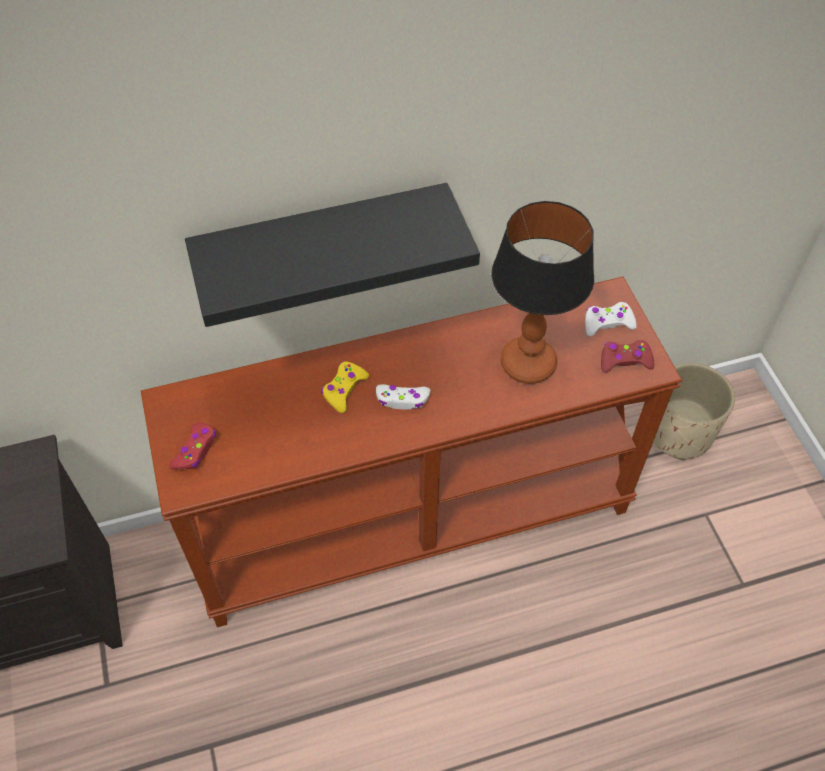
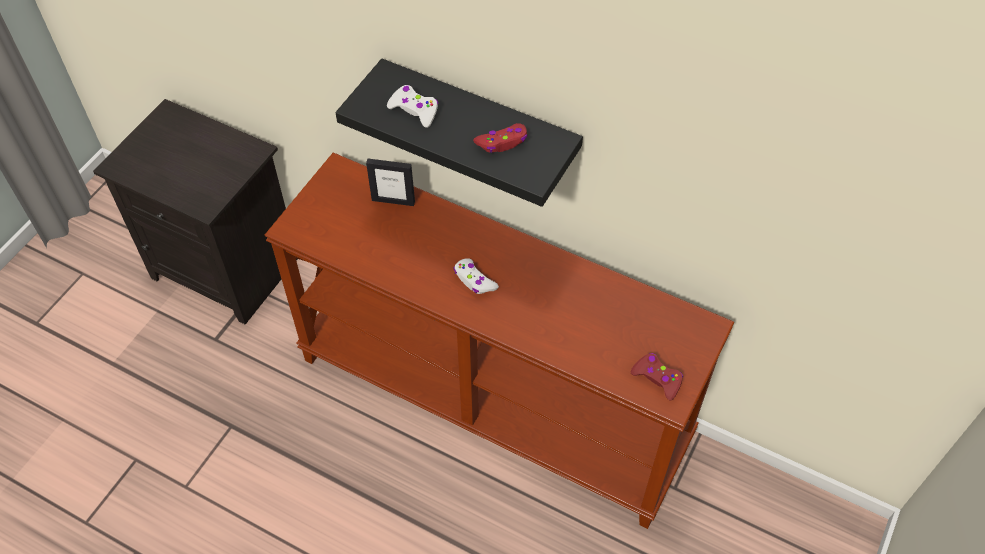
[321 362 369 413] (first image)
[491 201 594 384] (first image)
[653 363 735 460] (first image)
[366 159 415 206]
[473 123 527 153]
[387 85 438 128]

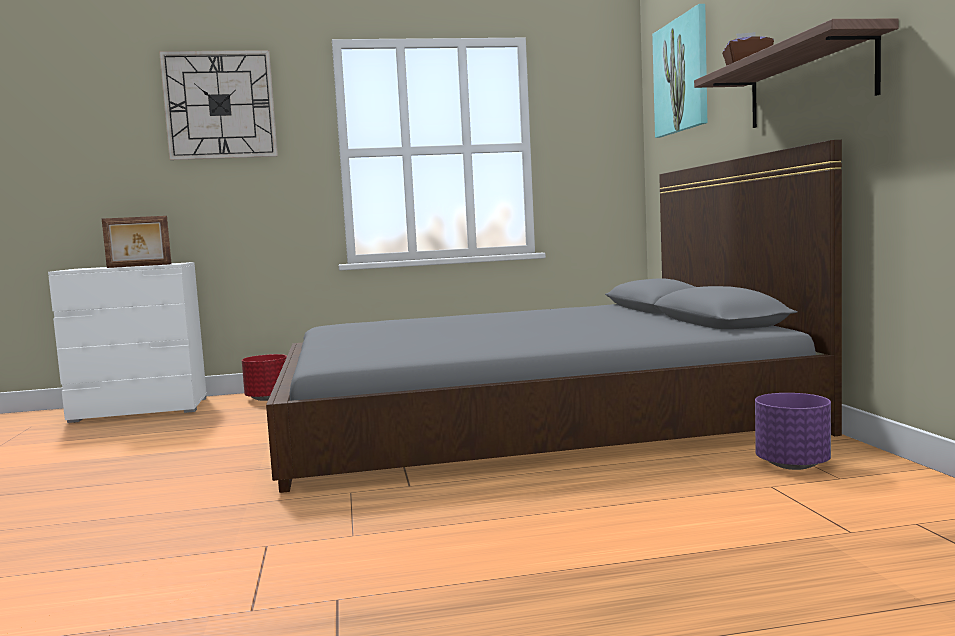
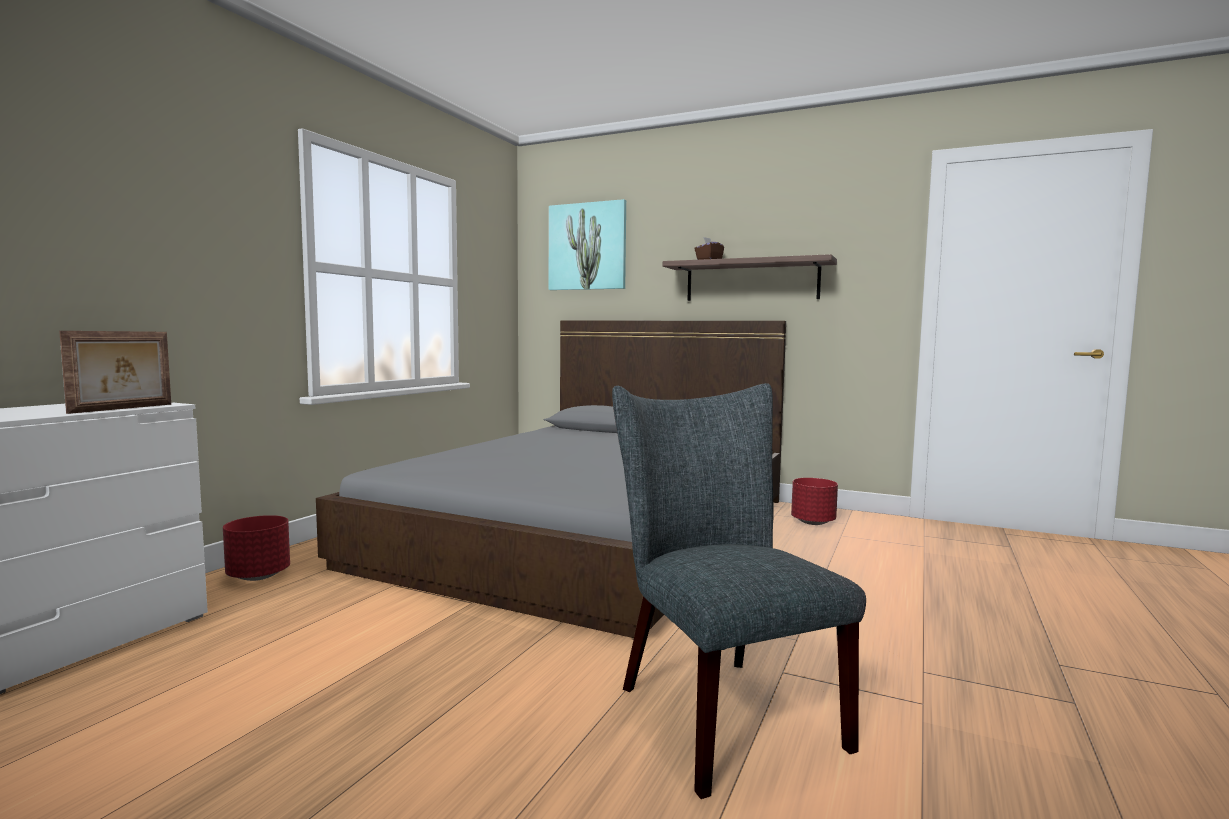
[159 50 278 160] (first image)
[612 383 866 799]
[791 478 838 525]

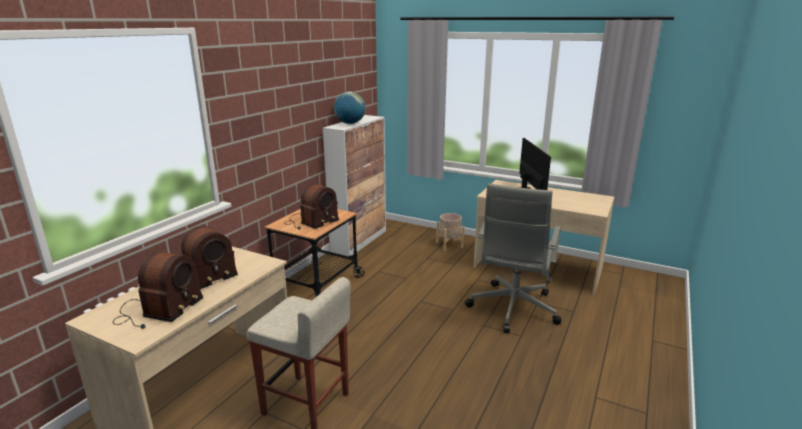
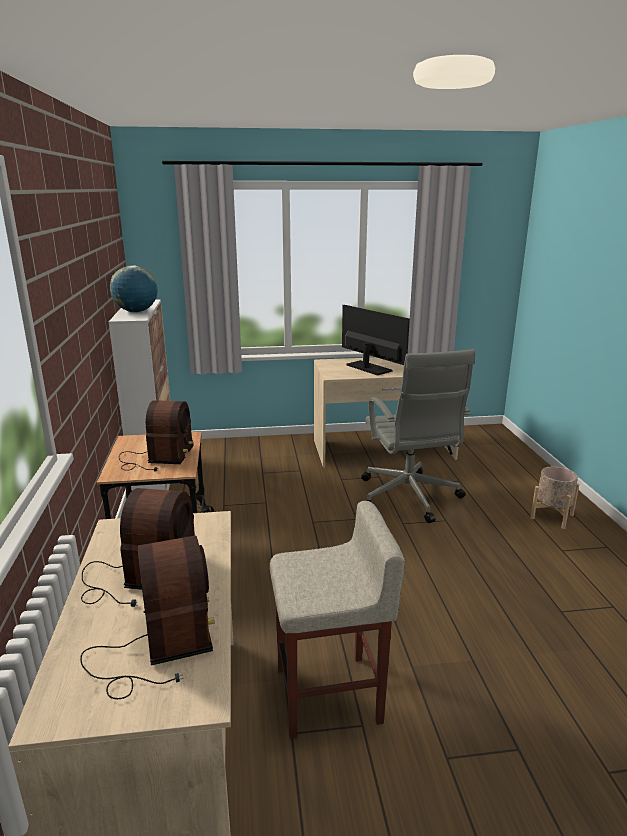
[530 467 579 529]

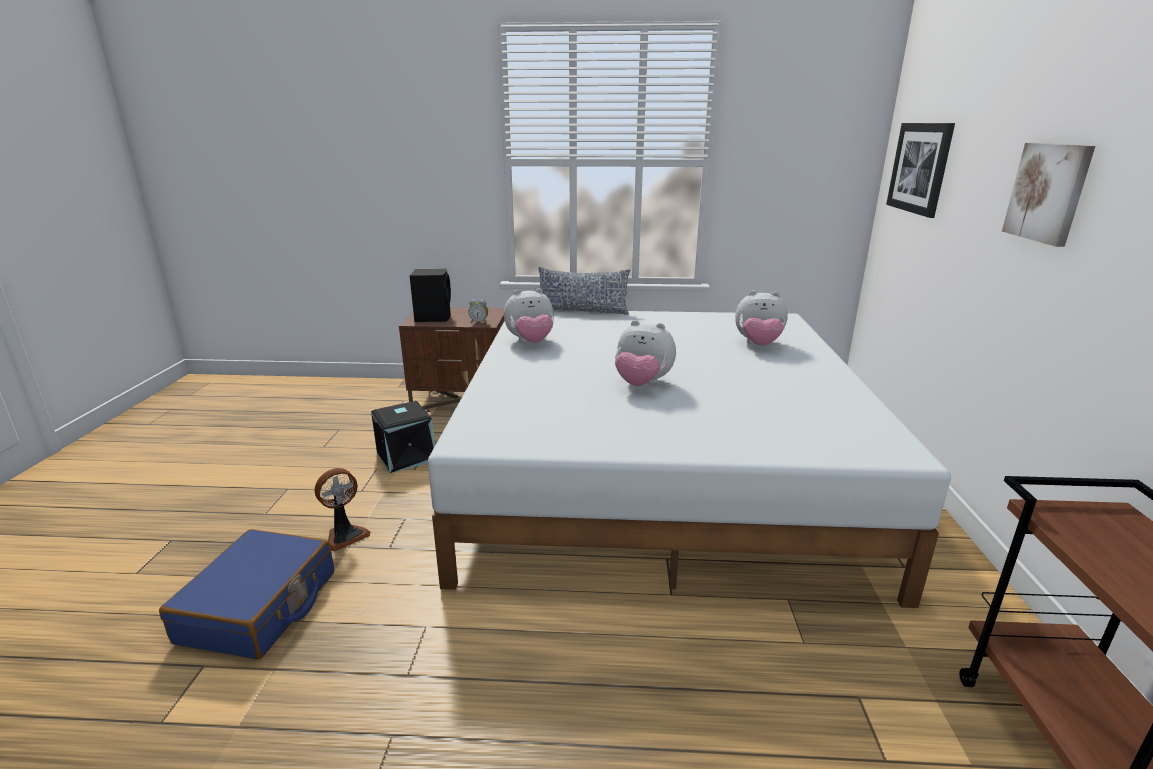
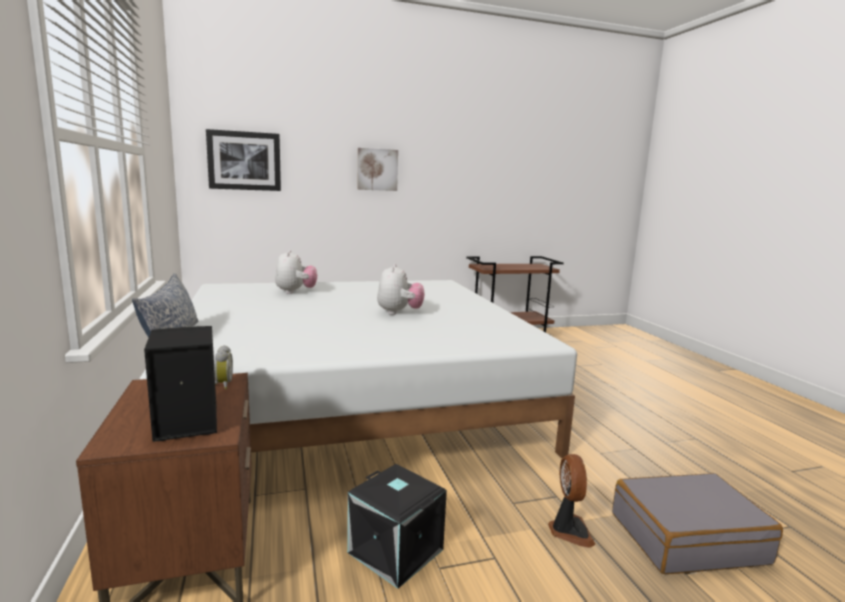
[504 288 554 343] (first image)
[612 473 783 574]
[548 454 596 548]

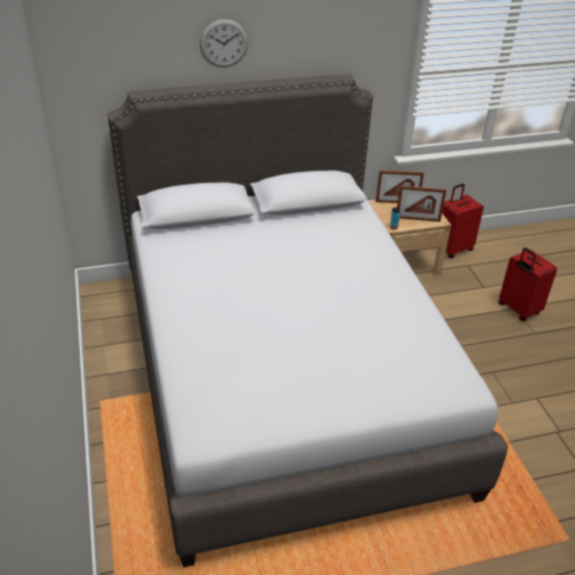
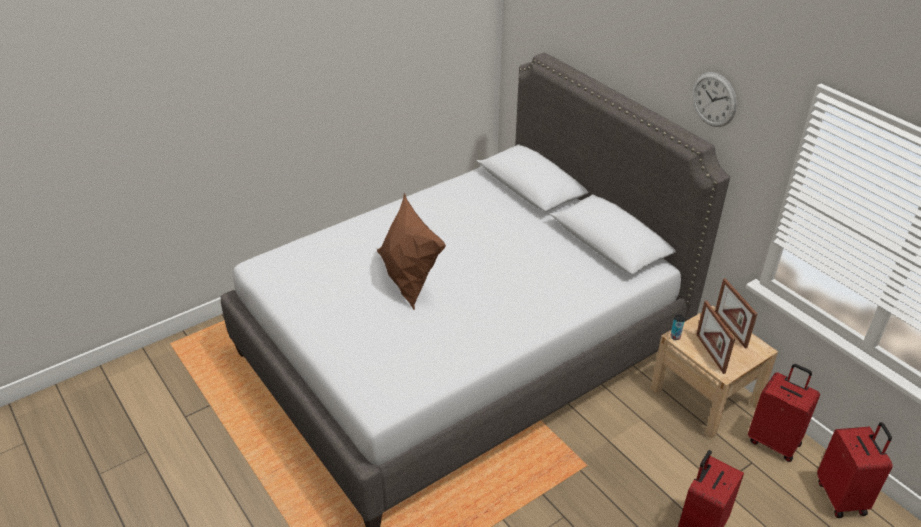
[377 193 446 310]
[817 422 893 518]
[692 72 737 127]

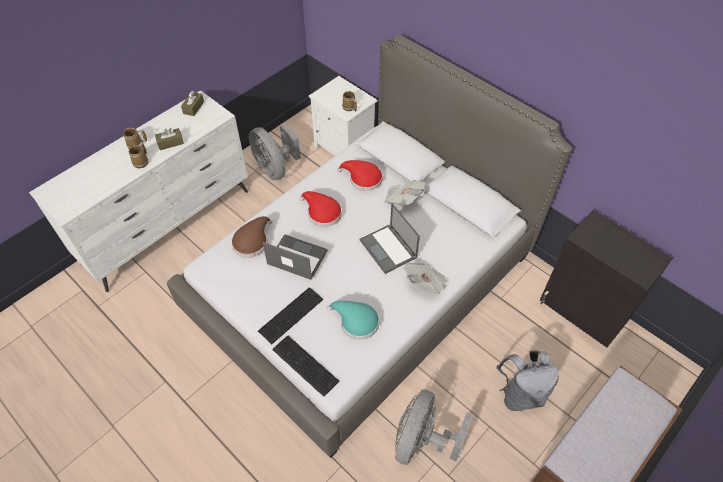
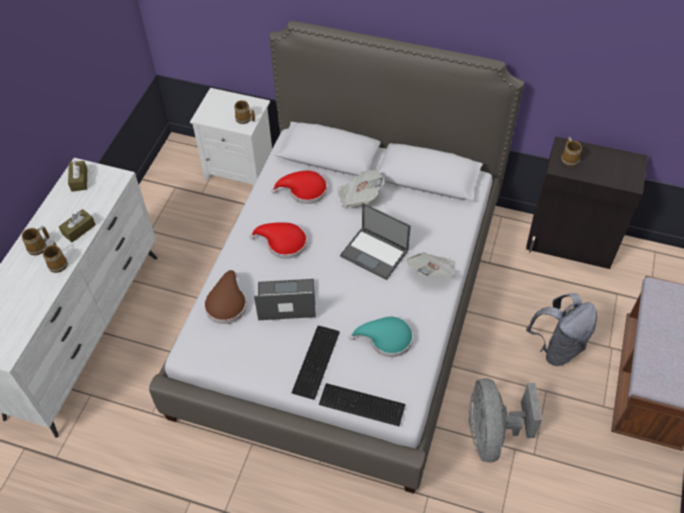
[249 123 301 180] (first image)
[561 137 582 167]

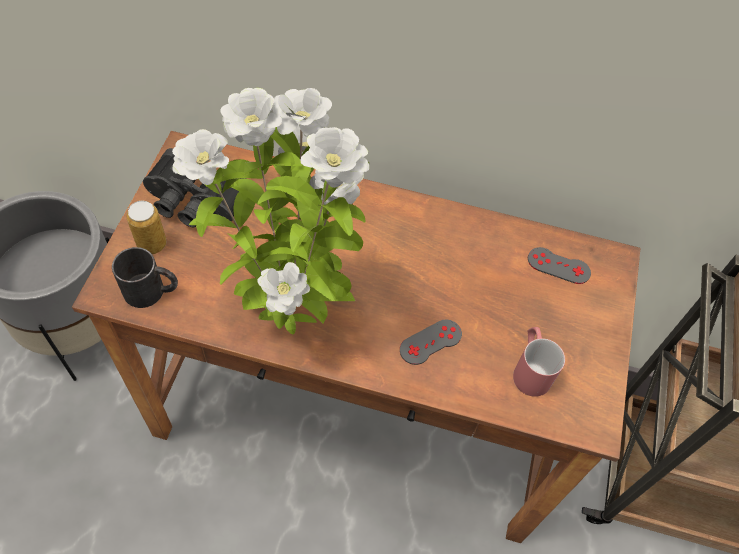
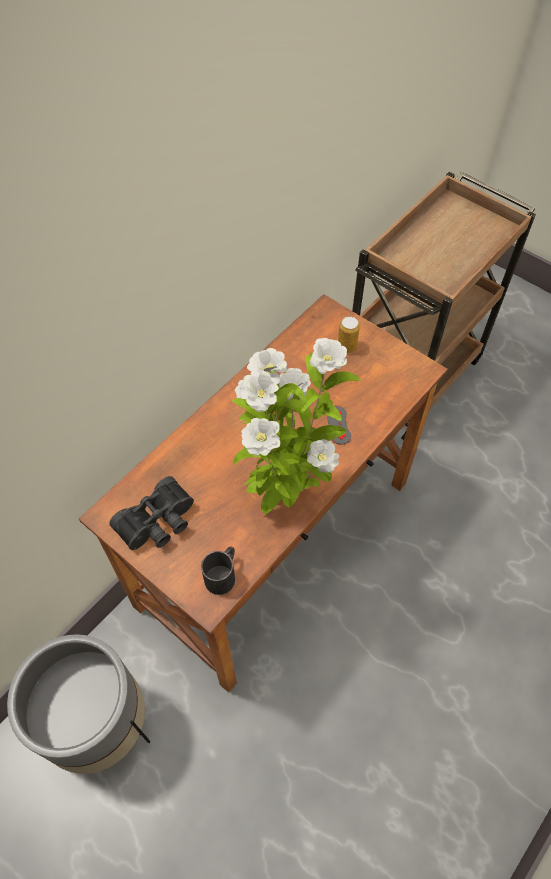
[513 327 565 397] (first image)
[528 247 591 284] (first image)
[338 316 360 353]

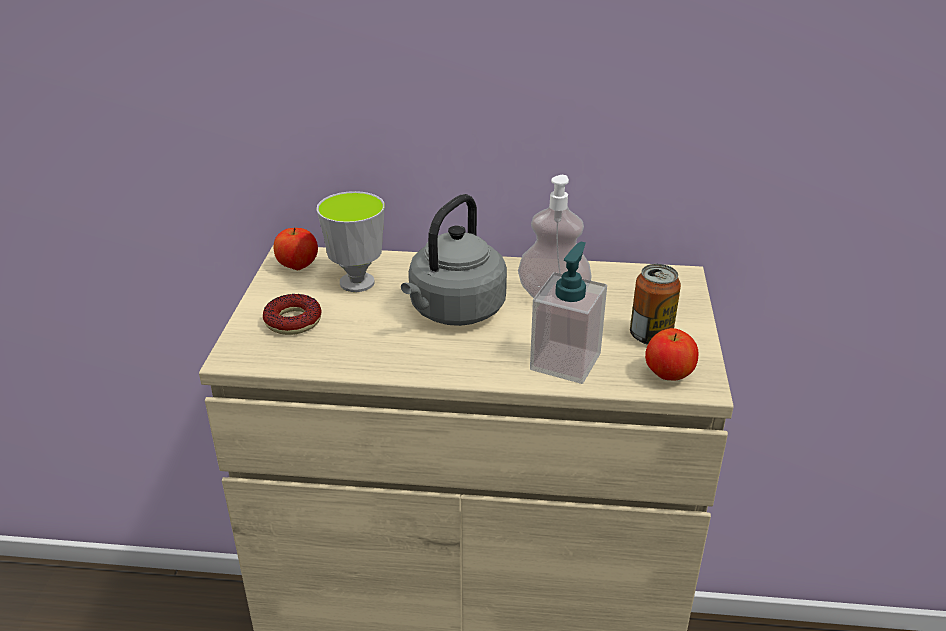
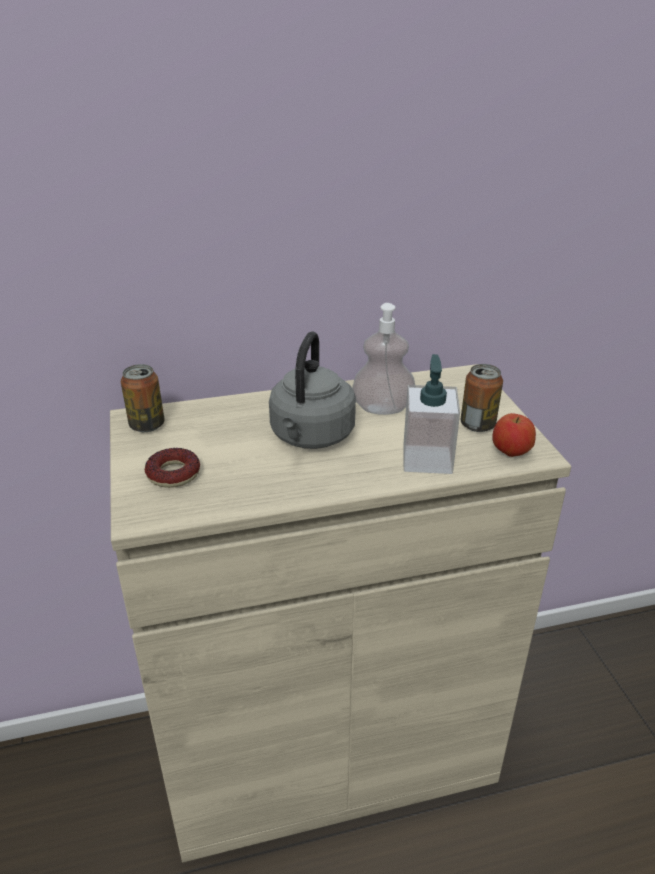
[316 191 385 292] (first image)
[121 364 165 432]

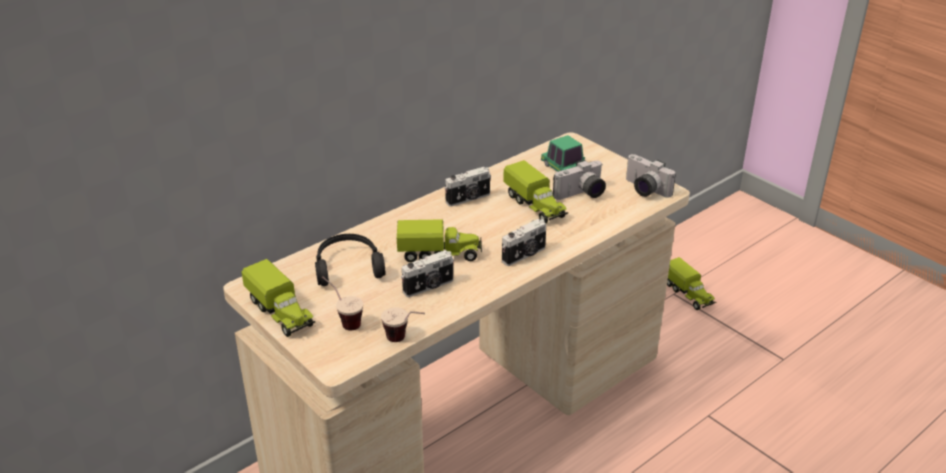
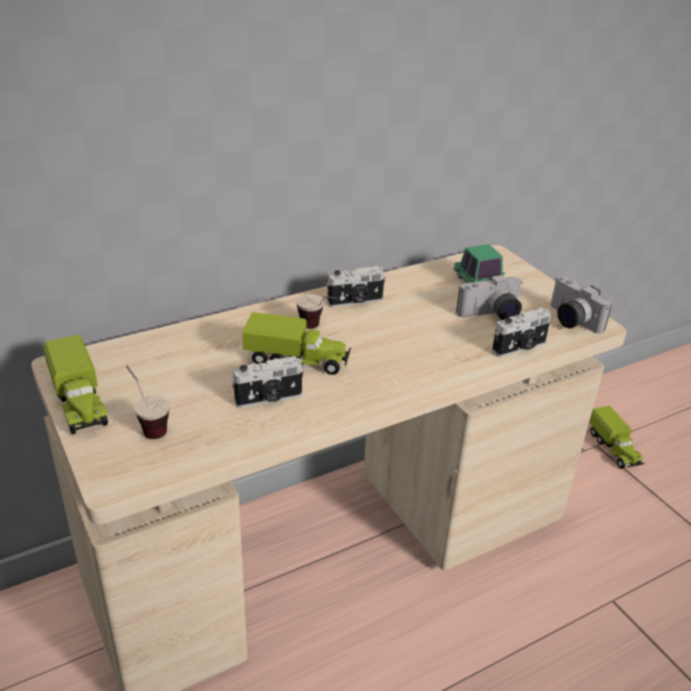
[315 234 385 286] (first image)
[503 160 568 223] (first image)
[296 294 338 329]
[492 308 551 357]

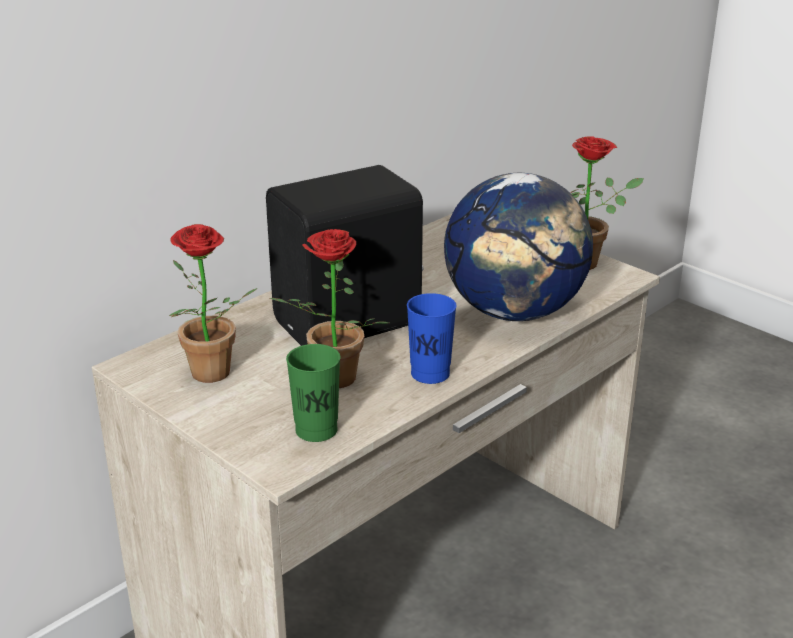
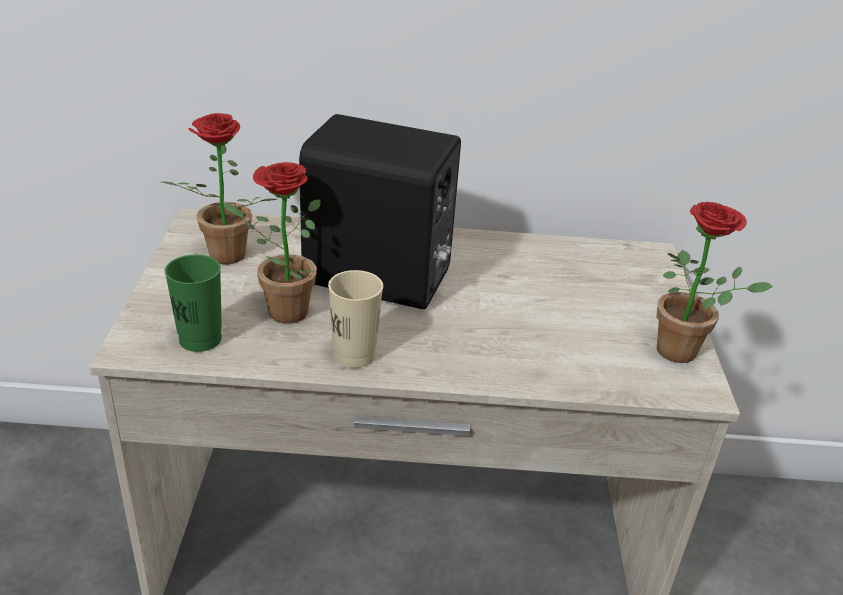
[444 173 593 321] (first image)
[328 270 383 368]

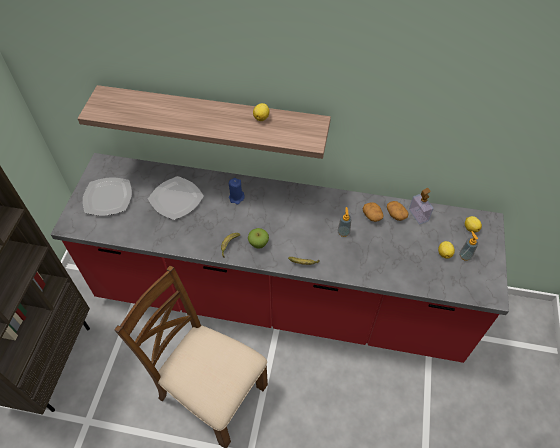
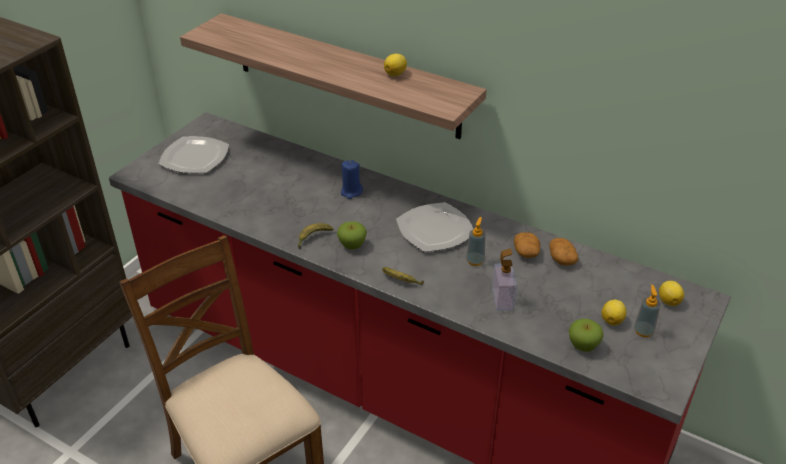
[569 319 604 352]
[396 202 473 252]
[492 249 517 311]

